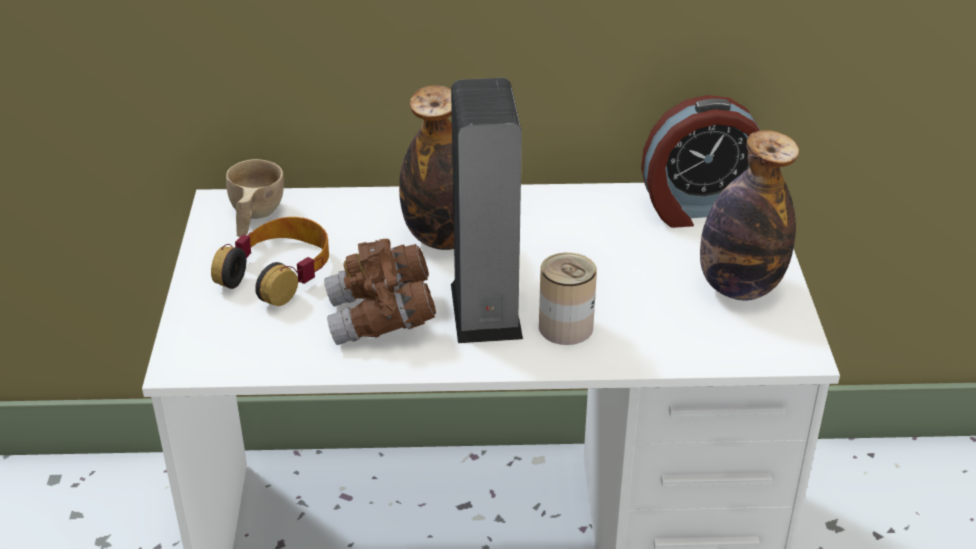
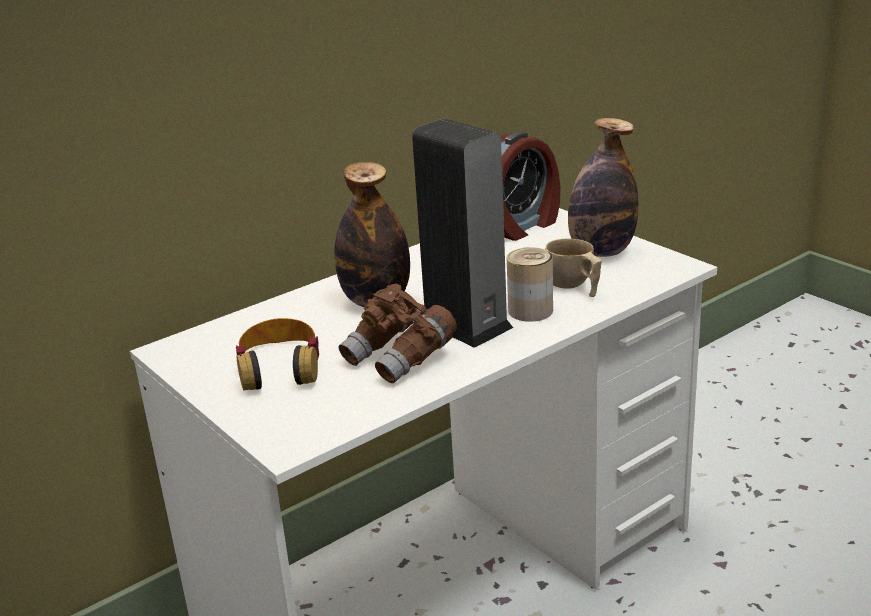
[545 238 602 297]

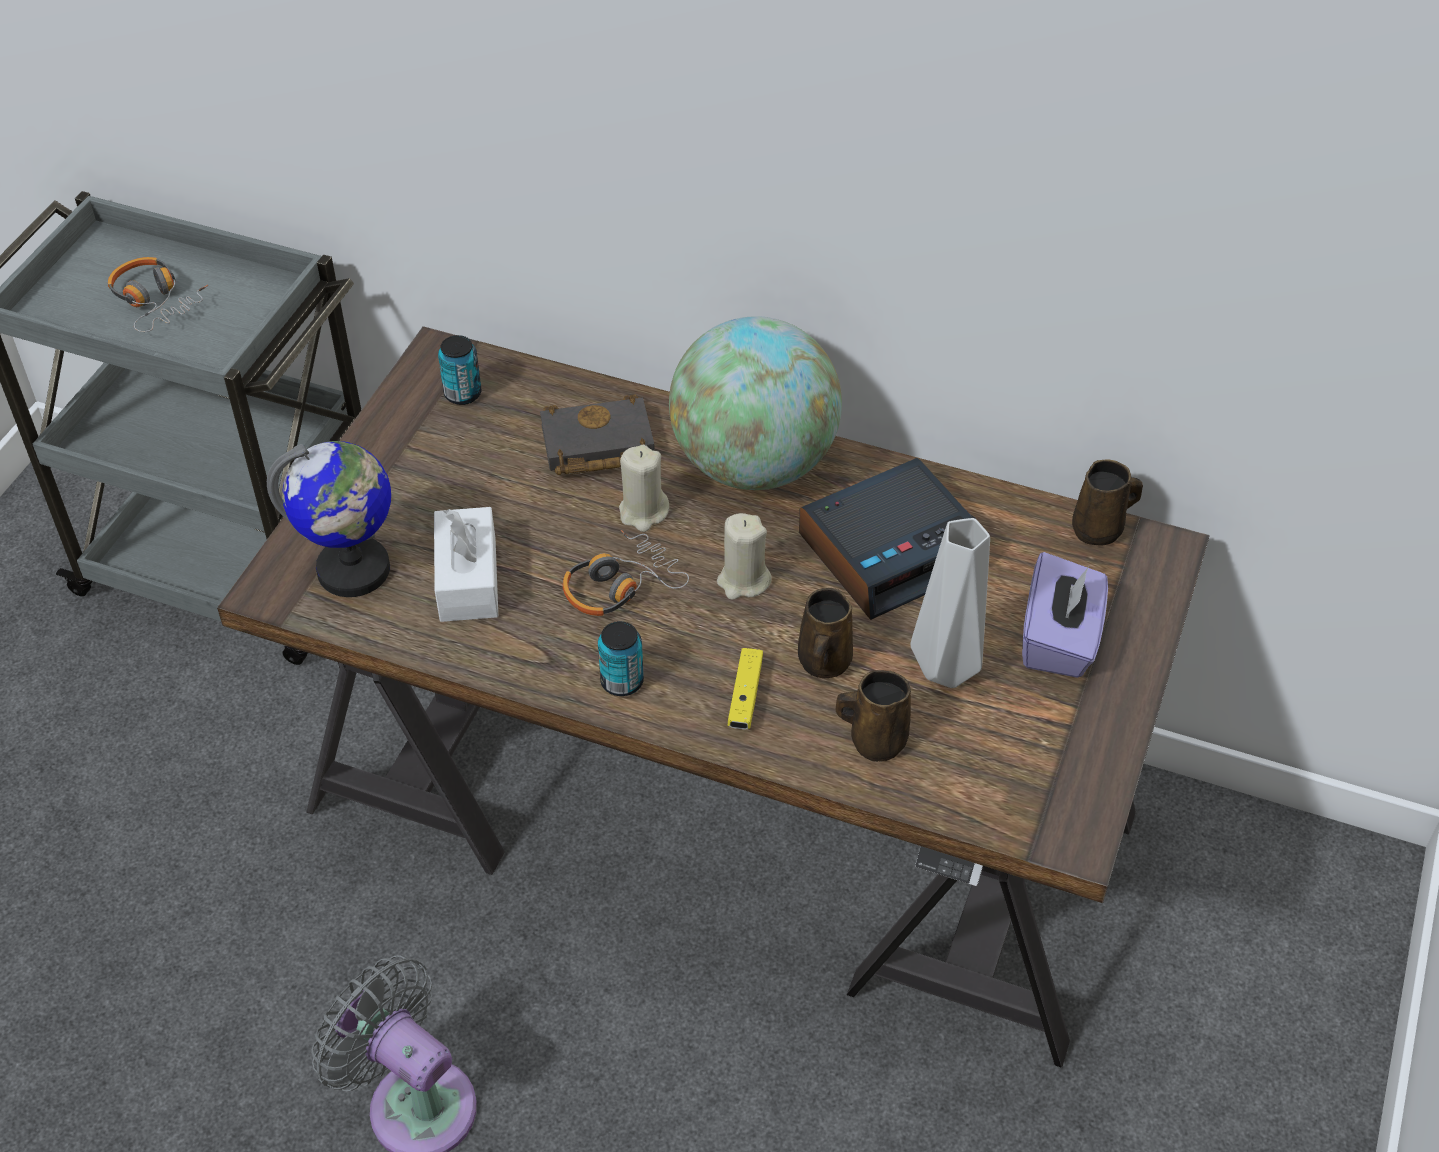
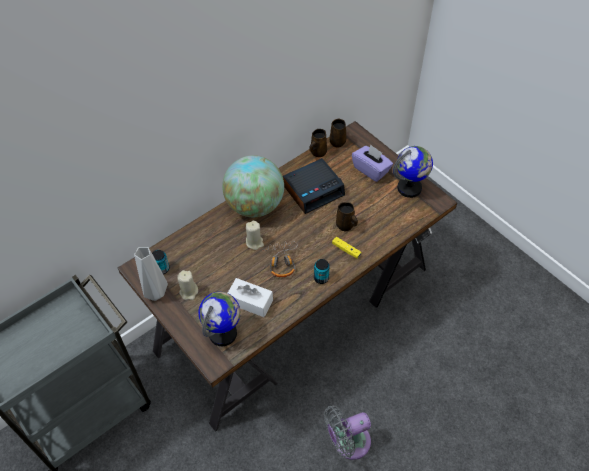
[108 257 208 332] (first image)
[540 395 655 475] (first image)
[393 146 433 198]
[177 270 198 300]
[309 129 327 157]
[134 247 168 301]
[283 158 345 214]

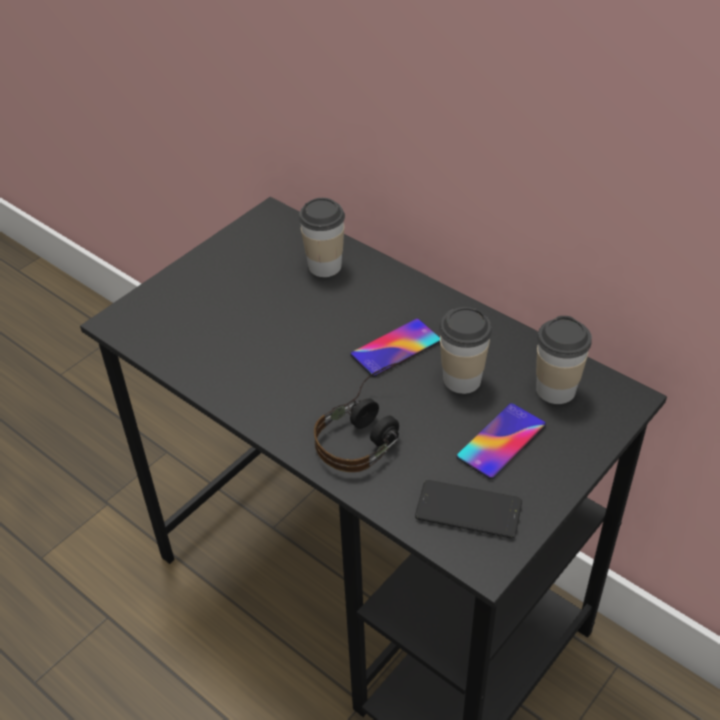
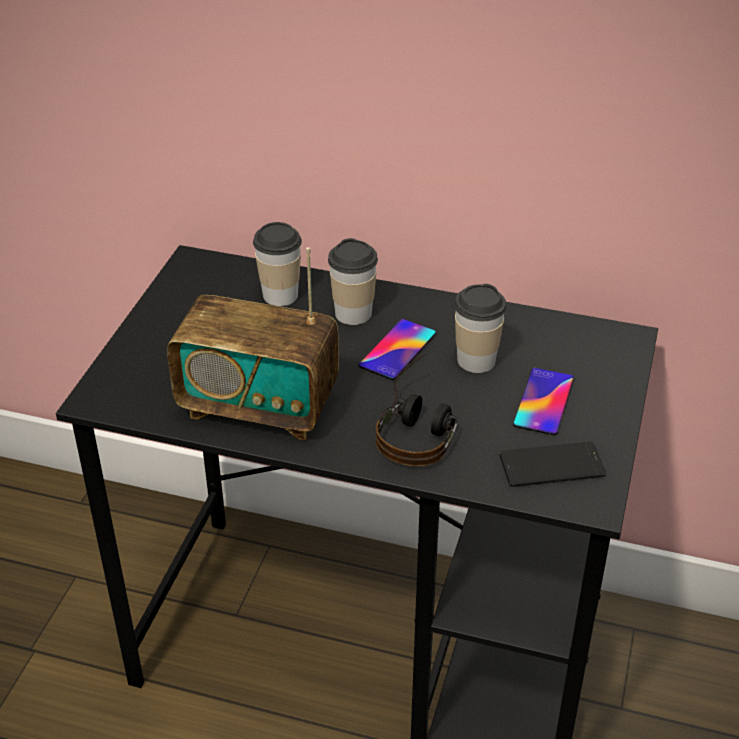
[167 247 339 440]
[328 238 378 325]

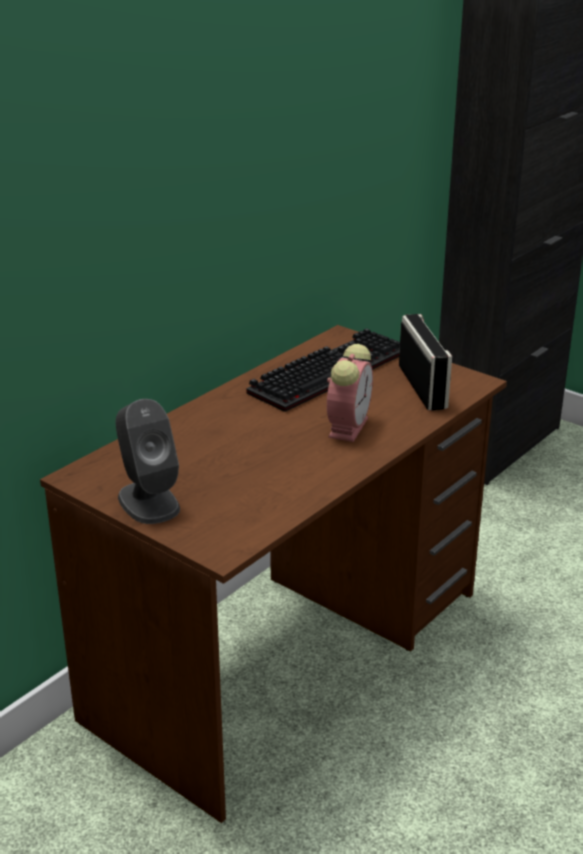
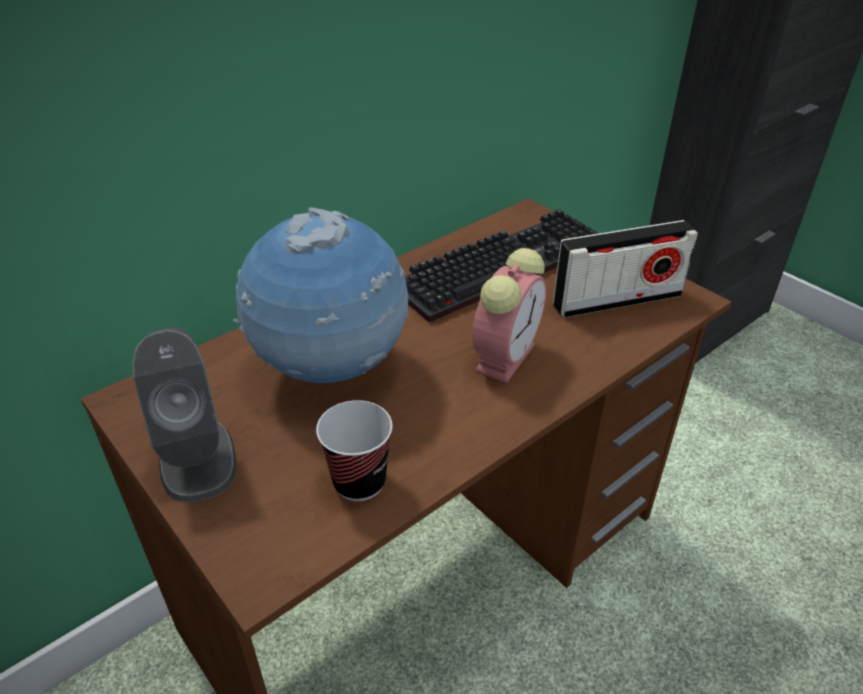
[234 207 408 383]
[316 400 393 501]
[553 220 698 318]

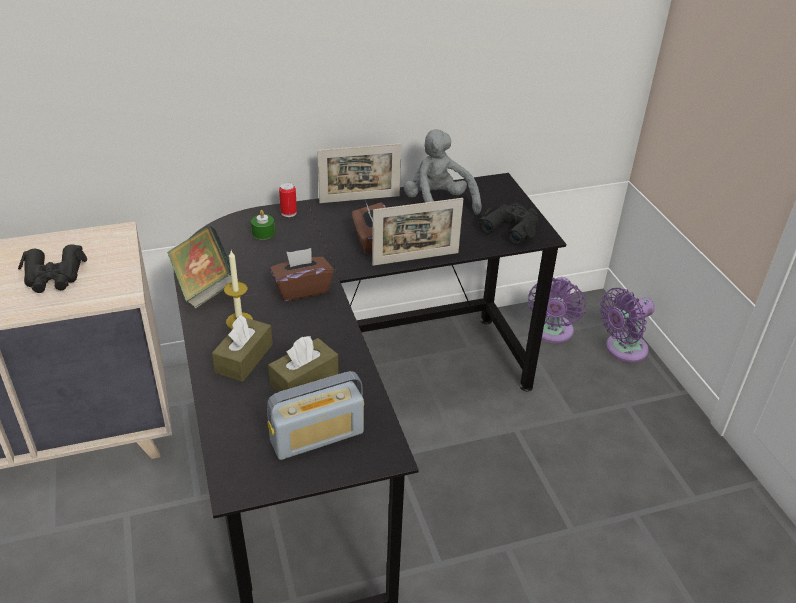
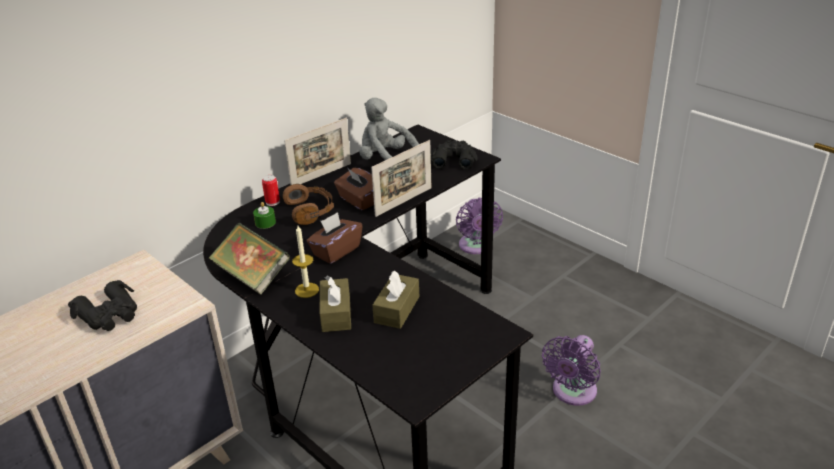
[267 371 364 460] (first image)
[283 184 334 225]
[542 335 601 406]

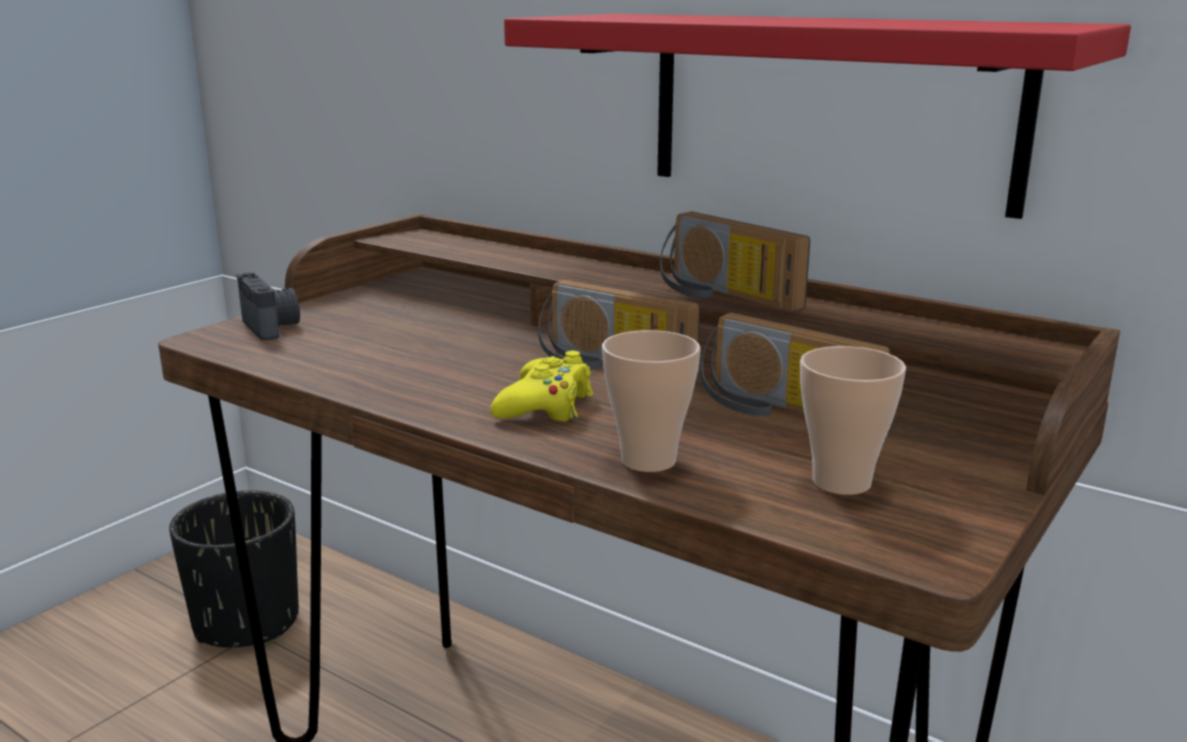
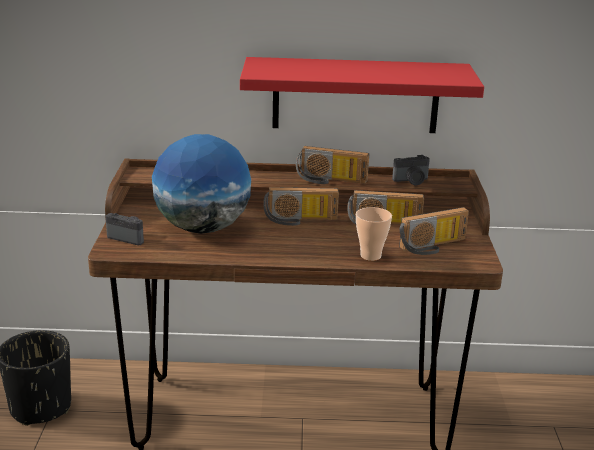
[490 351 593 422] (first image)
[152 134 251 234]
[392 155 430 186]
[399 207 469 255]

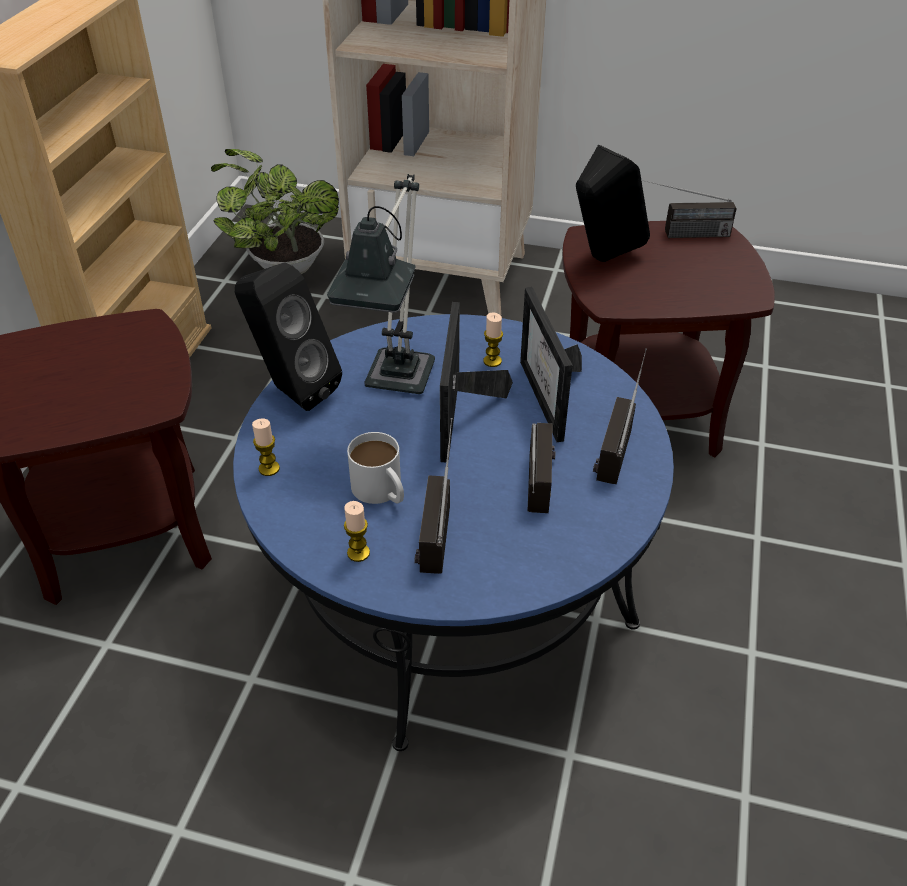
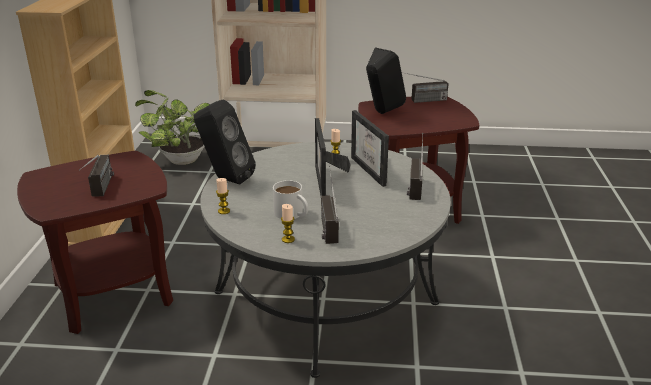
[327 174 435 394] (first image)
[79 155 114 197]
[200 142 451 378]

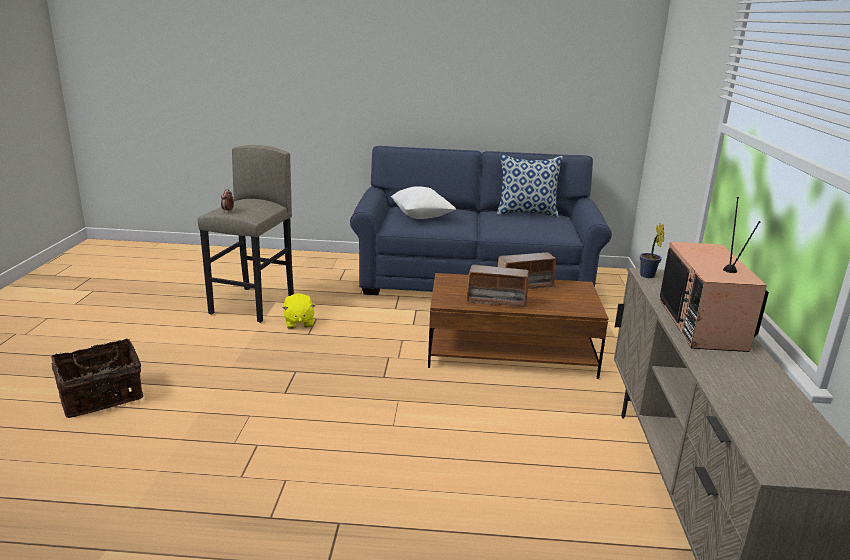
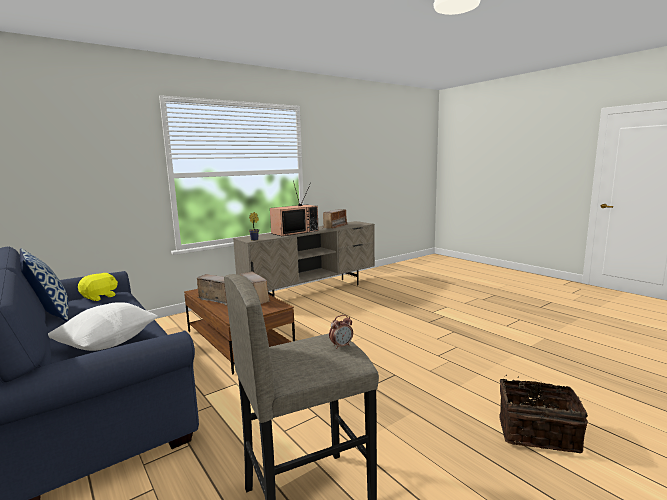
[322 209 348 229]
[78 273 118 301]

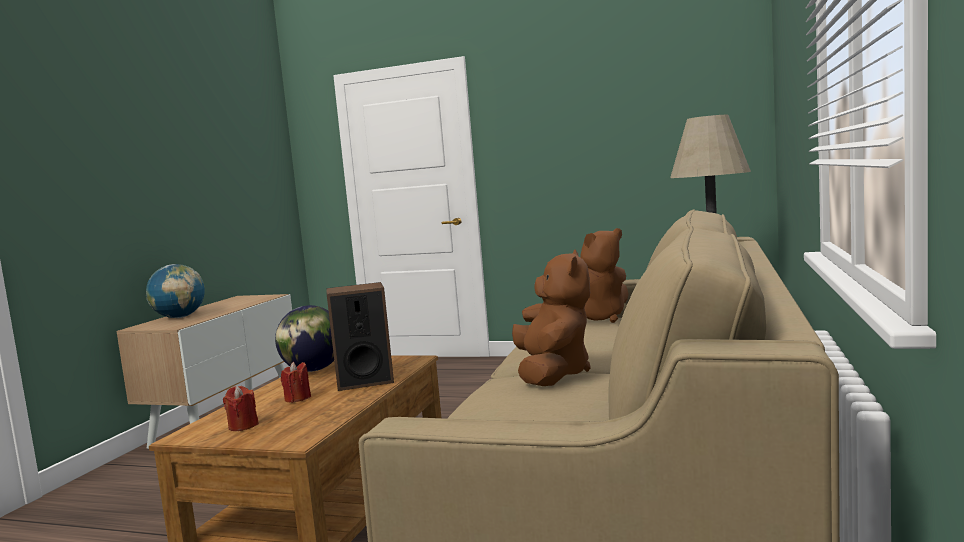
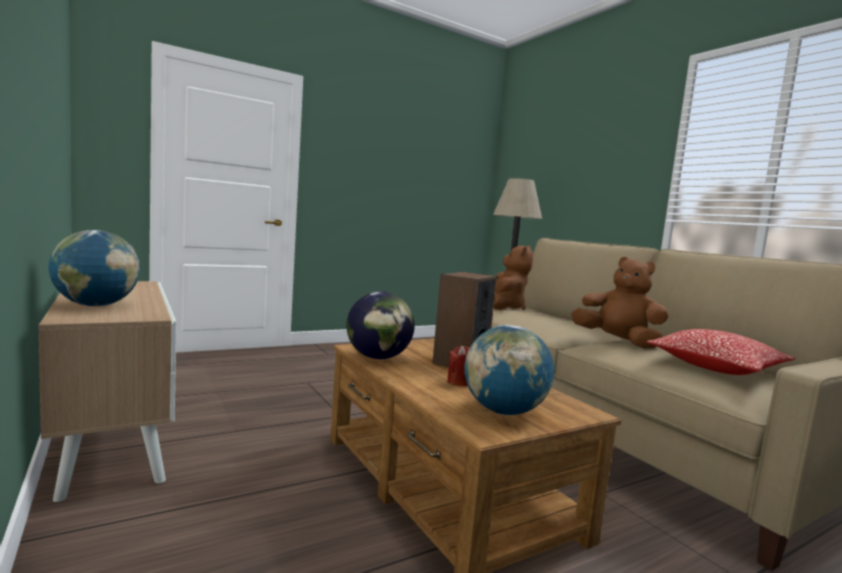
[646 329 796 375]
[464 325 554 415]

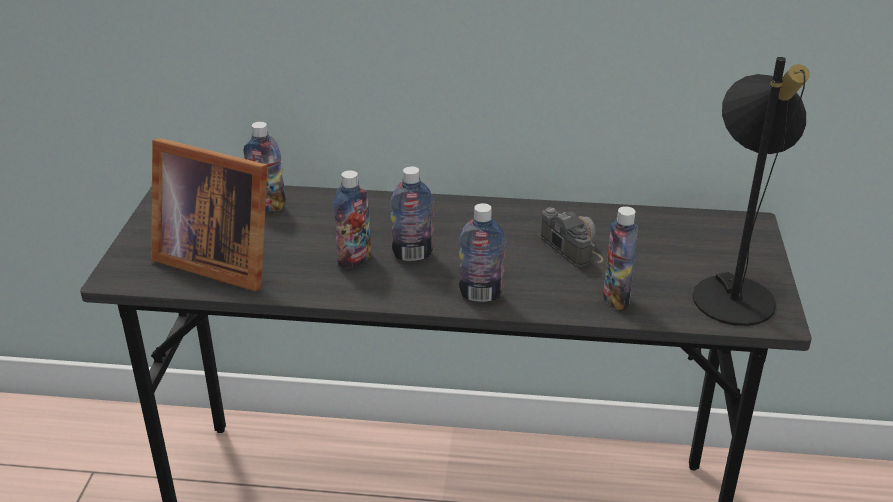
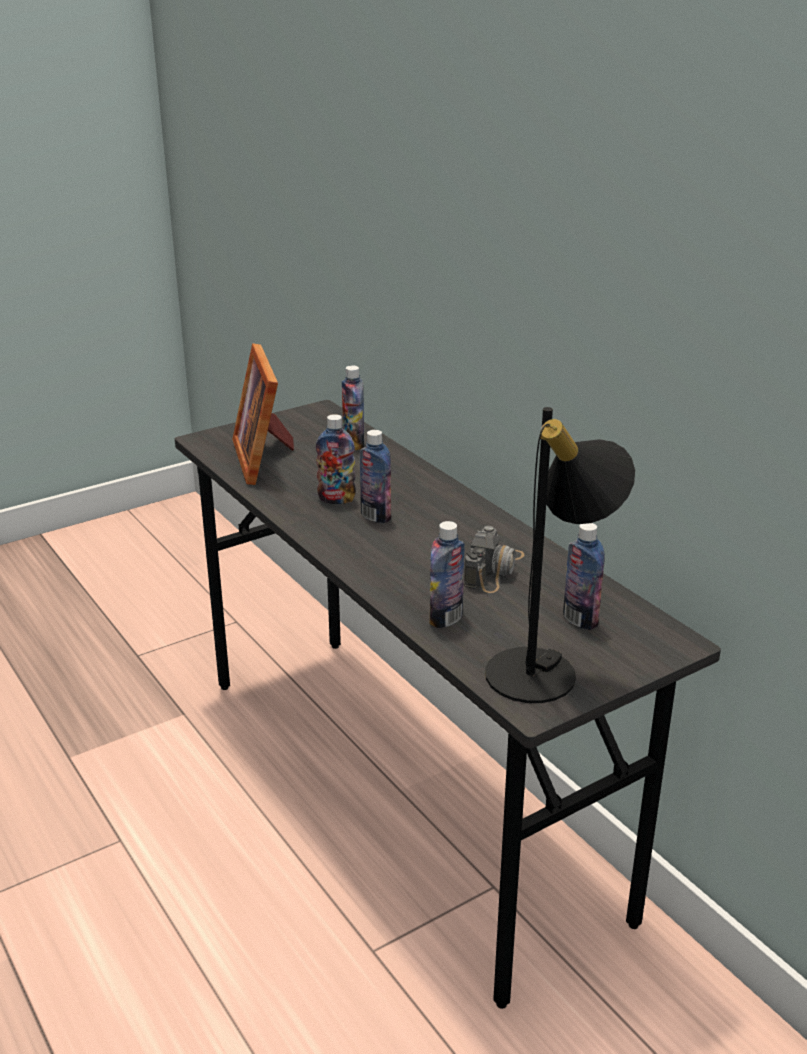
[563 523 604 630]

